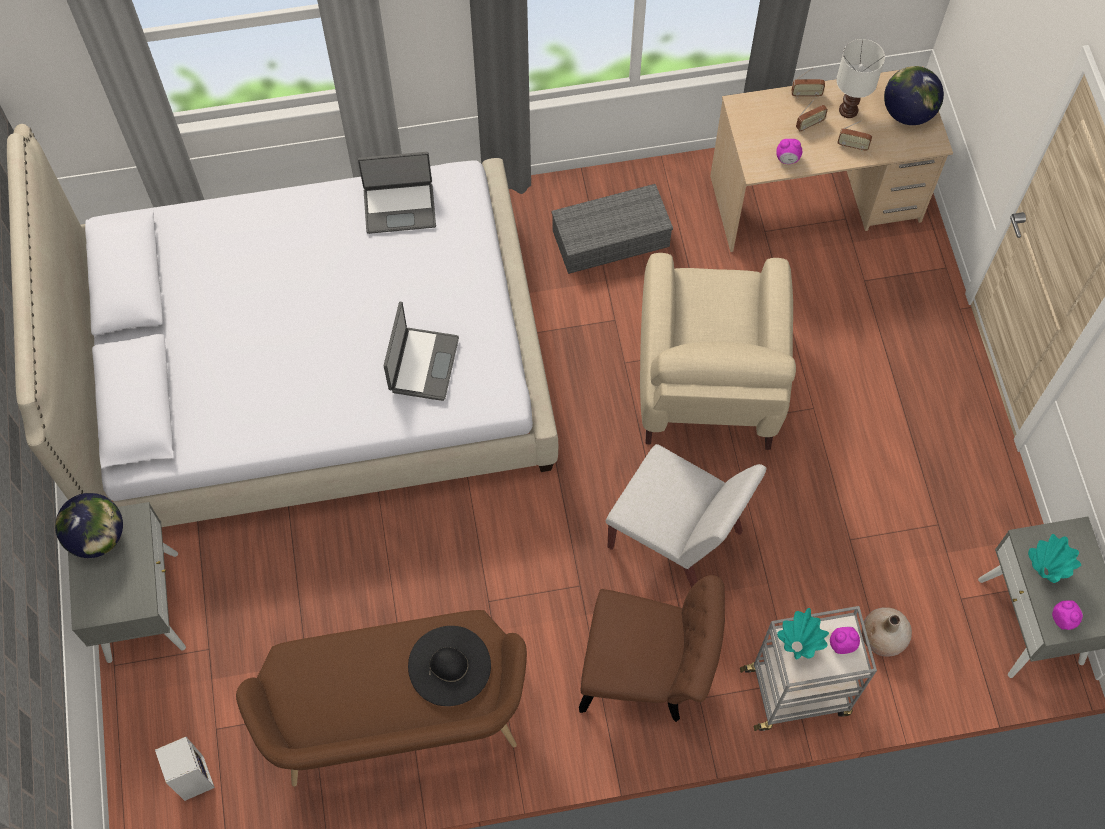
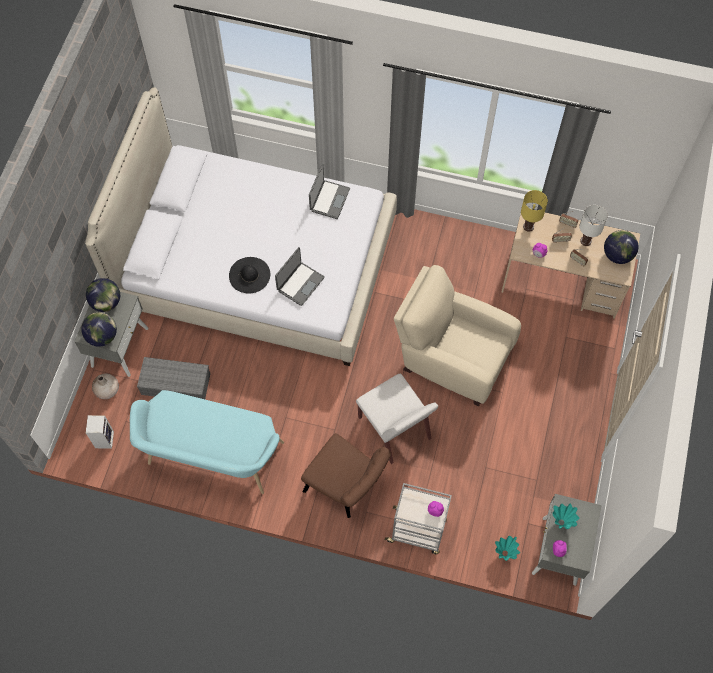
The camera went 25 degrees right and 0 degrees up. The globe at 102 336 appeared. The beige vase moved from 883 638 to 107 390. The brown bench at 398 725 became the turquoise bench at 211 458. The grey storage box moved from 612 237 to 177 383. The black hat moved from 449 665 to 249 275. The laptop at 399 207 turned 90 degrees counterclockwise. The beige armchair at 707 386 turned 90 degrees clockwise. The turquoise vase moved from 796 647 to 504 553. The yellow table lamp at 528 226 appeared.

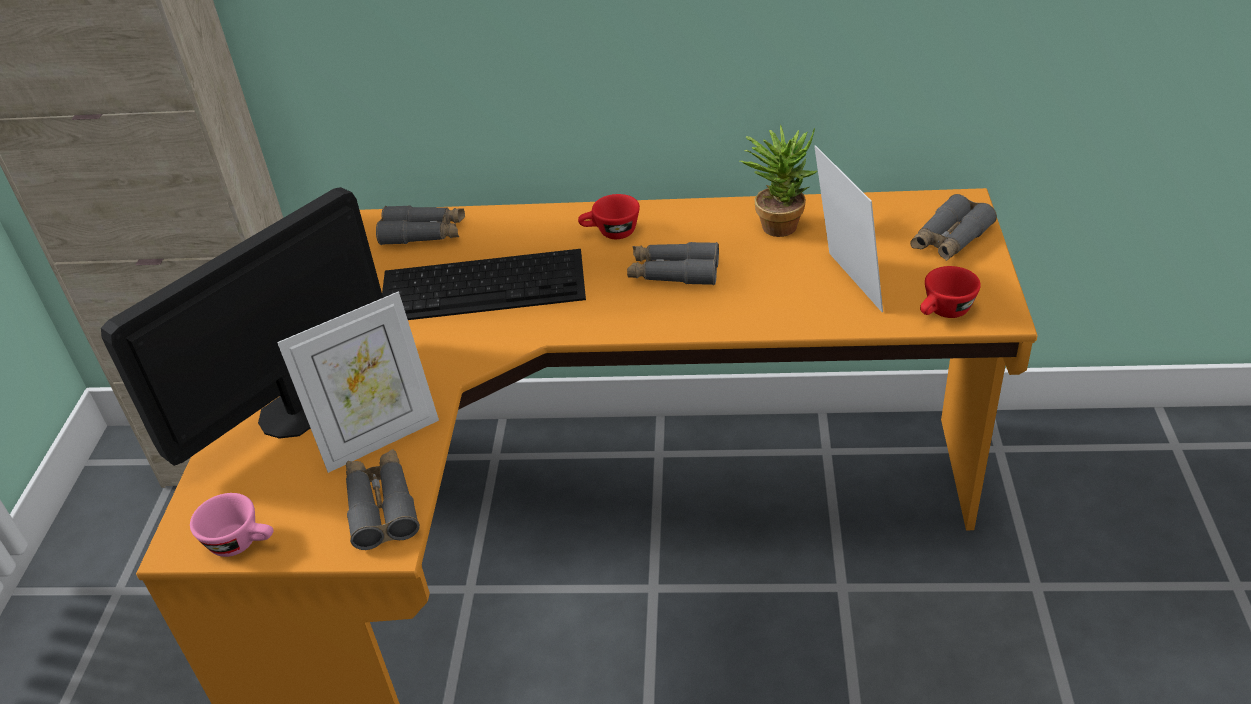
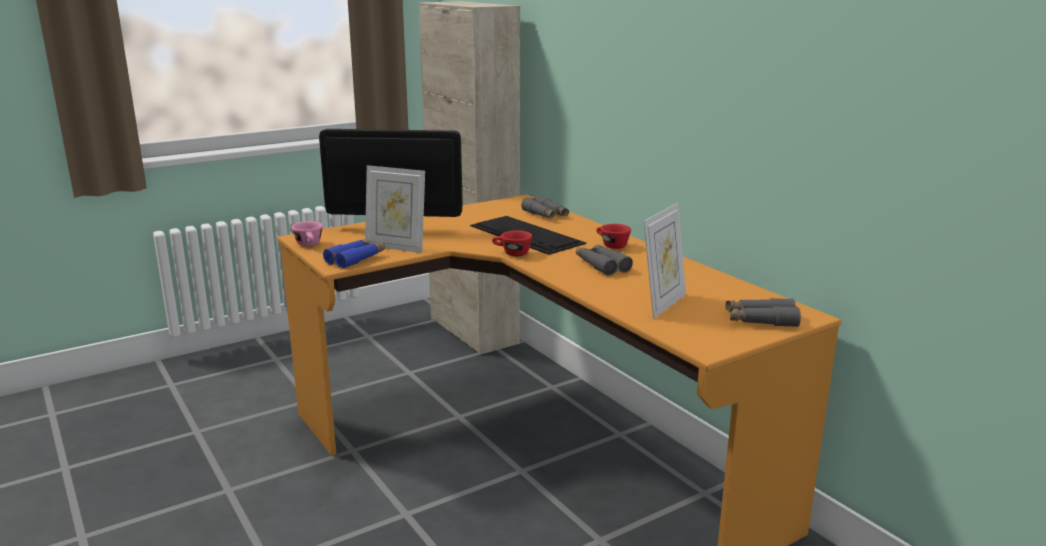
The camera went 50 degrees right and 20 degrees down. The grey binoculars at 381 506 became the blue binoculars at 356 259. The red cup moved from 944 312 to 511 253. The potted plant at 779 222 disappeared.

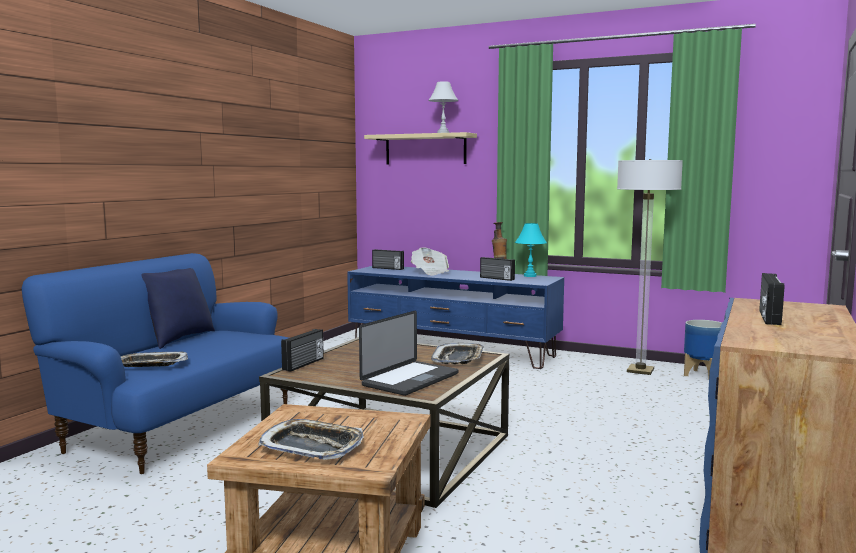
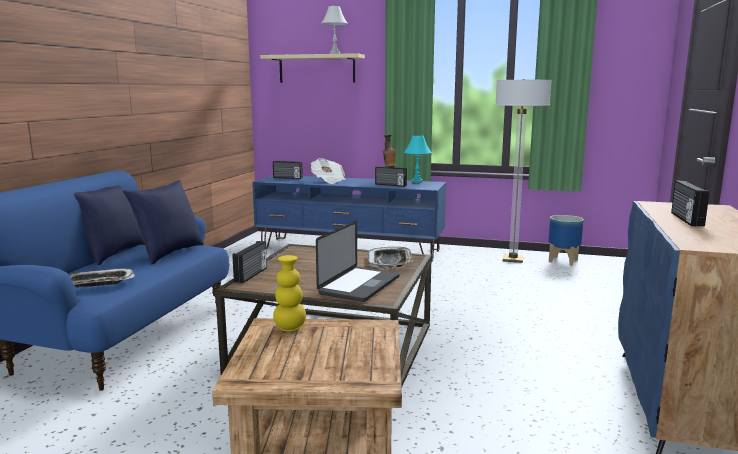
The camera went 10 degrees left and 5 degrees up. The blue pillow at 168 253 appeared. The yellow vase at 290 328 appeared. The tray at 312 446 disappeared.

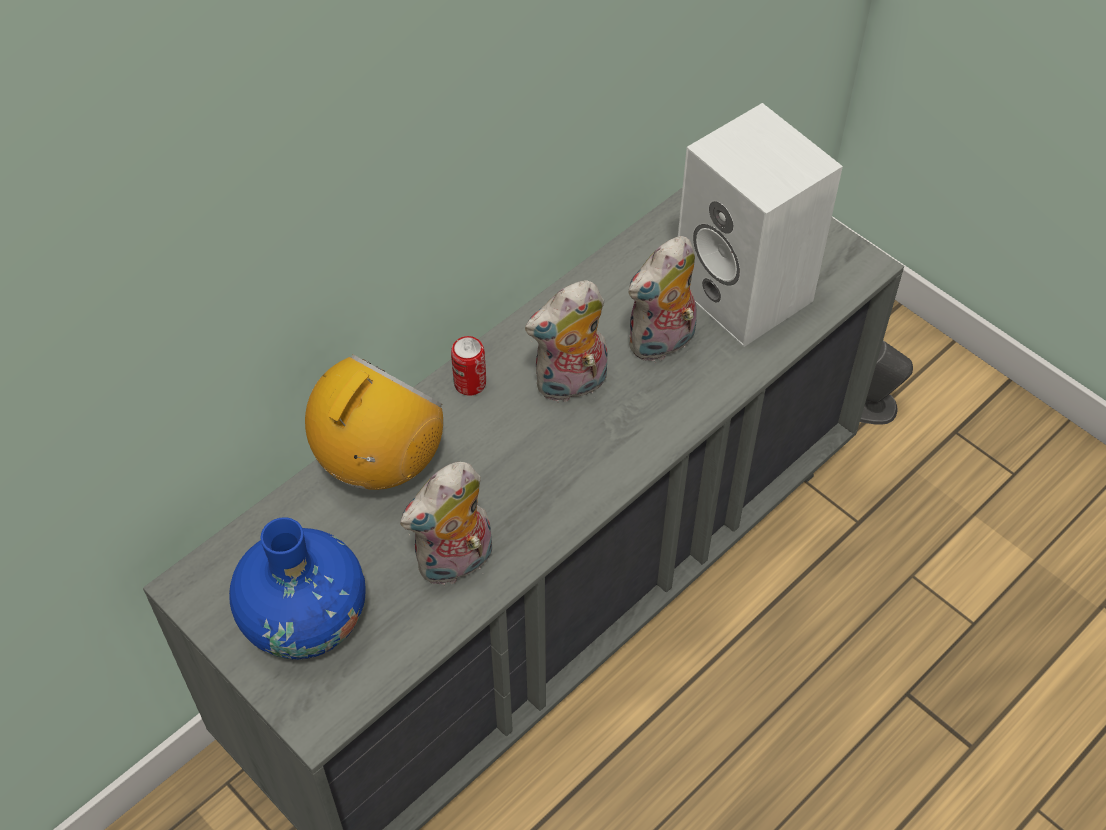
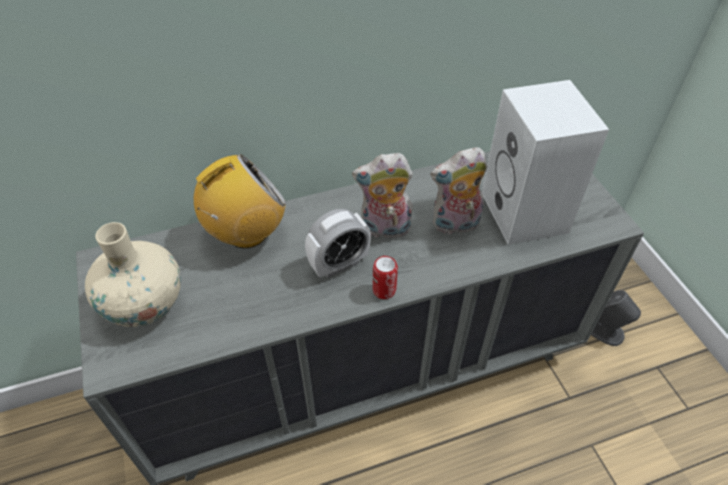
The camera went 25 degrees right and 5 degrees down. The blue vase at 306 619 became the beige vase at 145 304. The alarm clock at 339 264 appeared. The can moved from 470 383 to 384 290. The plush toy at 455 563 disappeared.

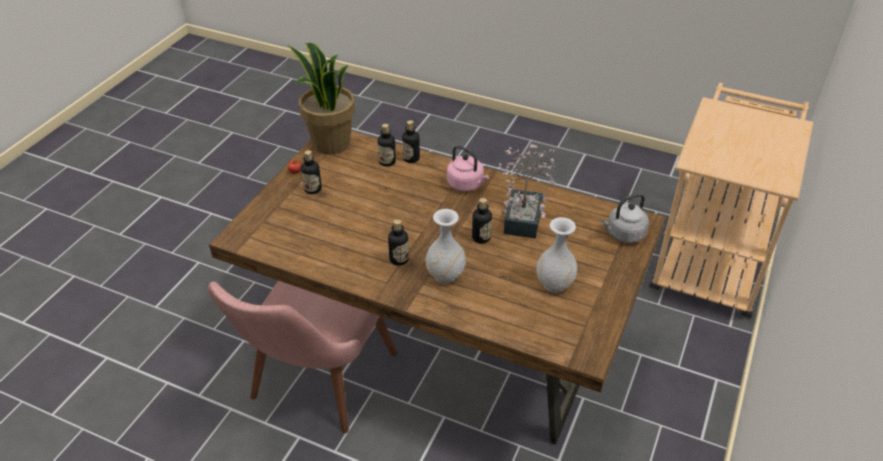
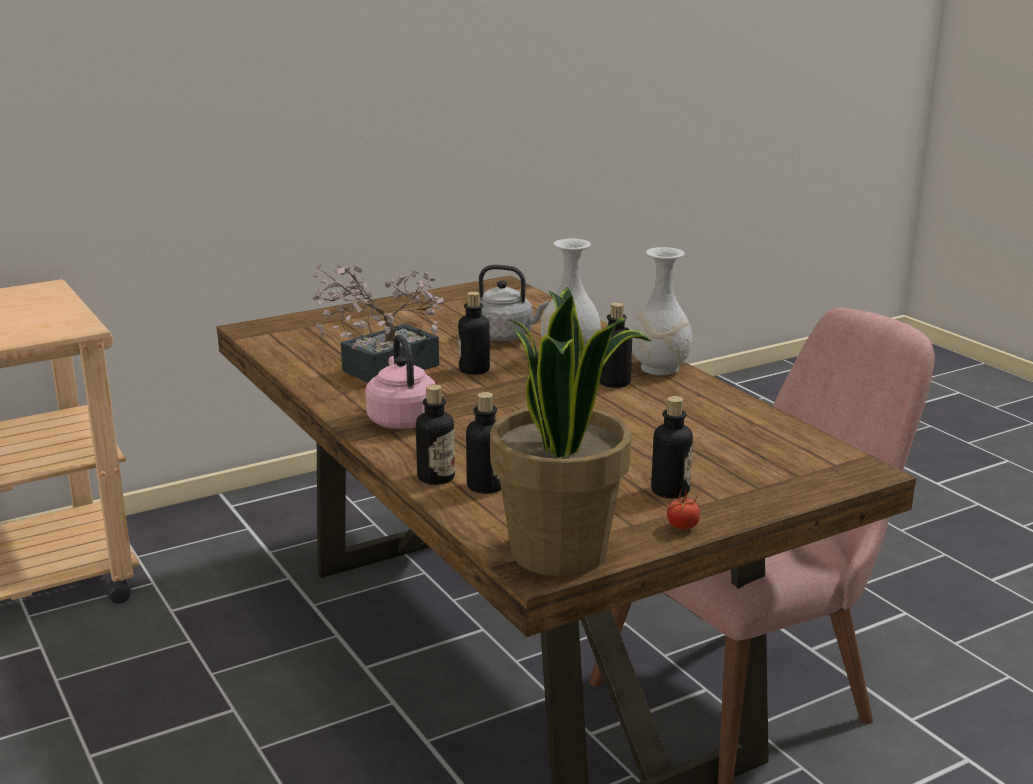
The camera went 145 degrees left and 20 degrees down. The grey kettle moved from 623 234 to 506 336. The white vase moved from 555 283 to 659 368.

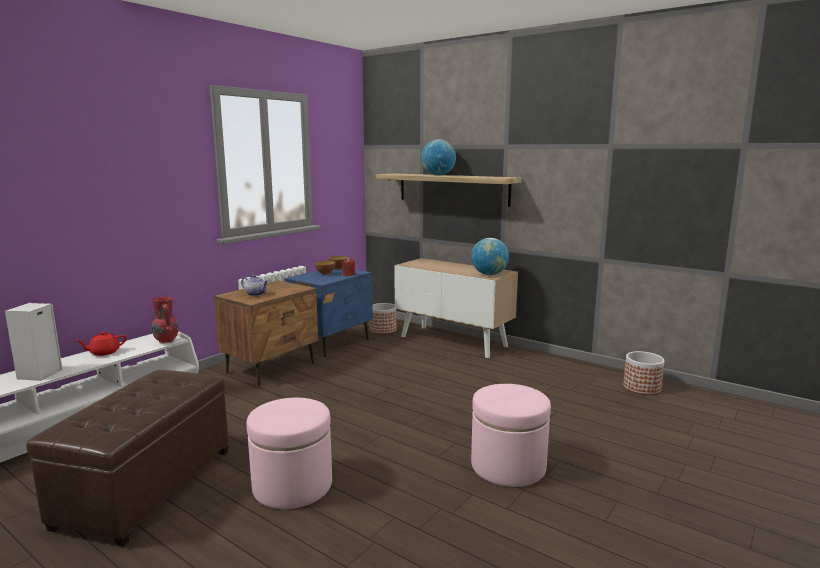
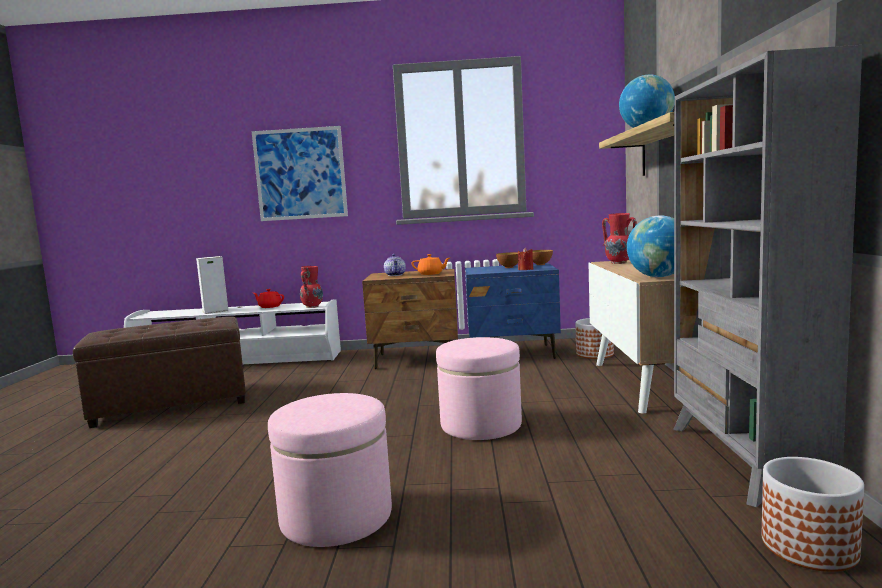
The camera went 55 degrees right and 5 degrees down. The picture at 300 174 appeared. The orange teapot at 431 274 appeared. The pink ottoman moved from 292 486 to 481 425. The red vase at 619 263 appeared. The grey bookcase at 743 460 appeared.

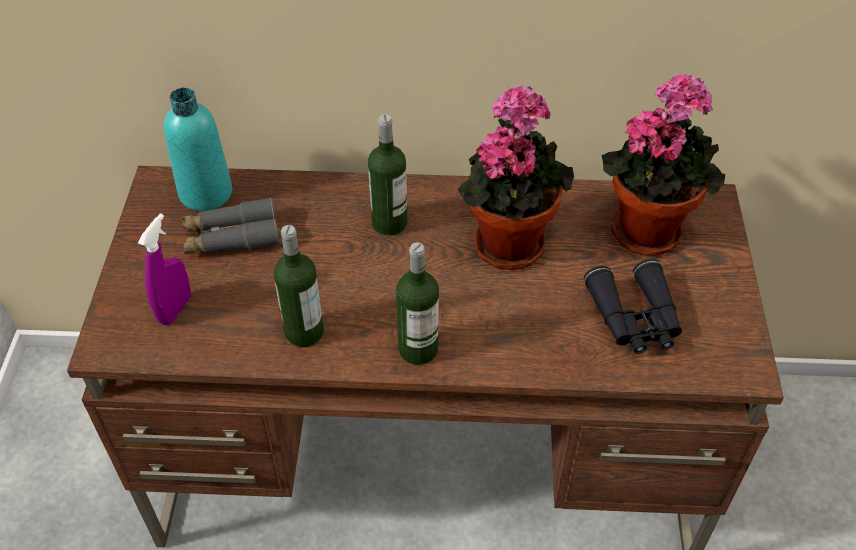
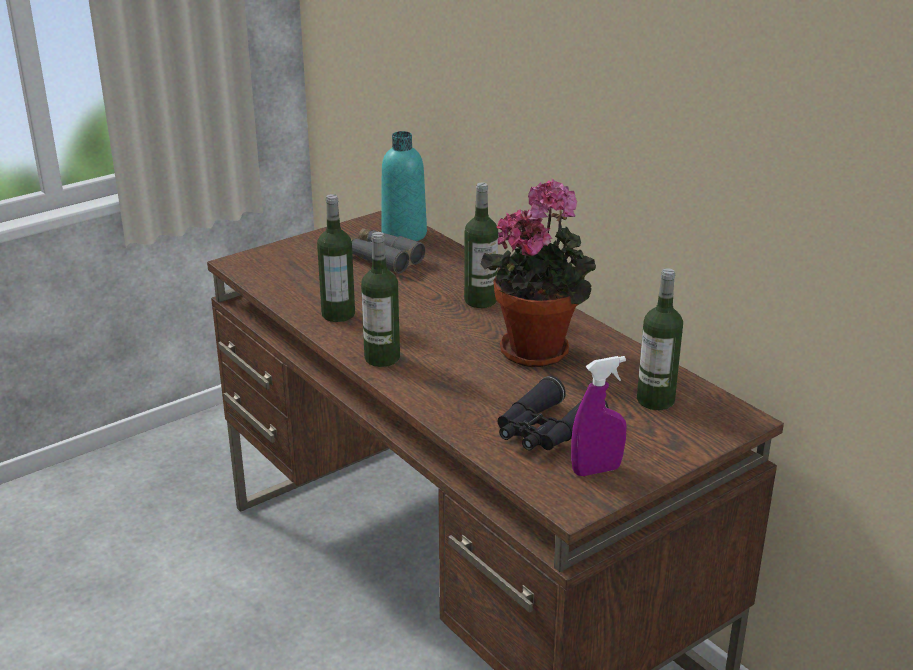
The camera went 50 degrees right and 20 degrees down. The purple spray bottle moved from 175 309 to 596 470. The potted plant at 648 227 was replaced by the bottle at 655 400.

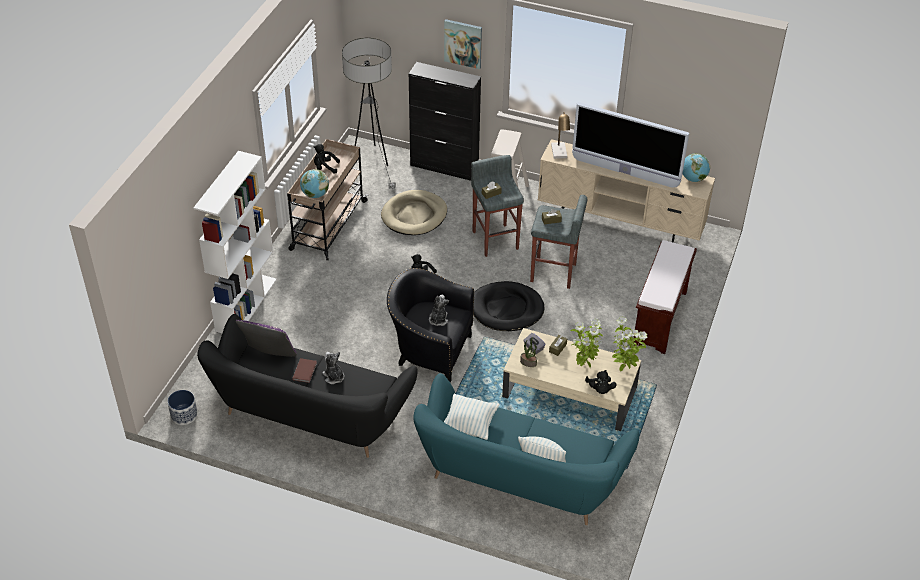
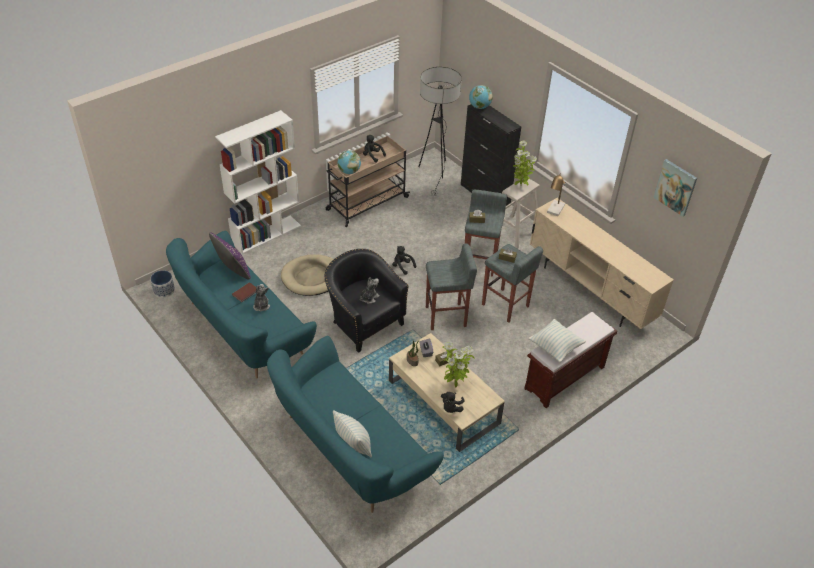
The camera went 30 degrees right and 0 degrees up. The black sofa at 309 415 became the turquoise sofa at 242 329. The beige dog bed moved from 414 215 to 312 277. The black dog bed at 506 309 was replaced by the grey stool at 446 317. The globe moved from 693 179 to 479 107. The potted plant moved from 624 368 to 520 185. The pillow moved from 470 425 to 555 347. The picture moved from 463 43 to 675 187. The television at 625 173 disappeared.

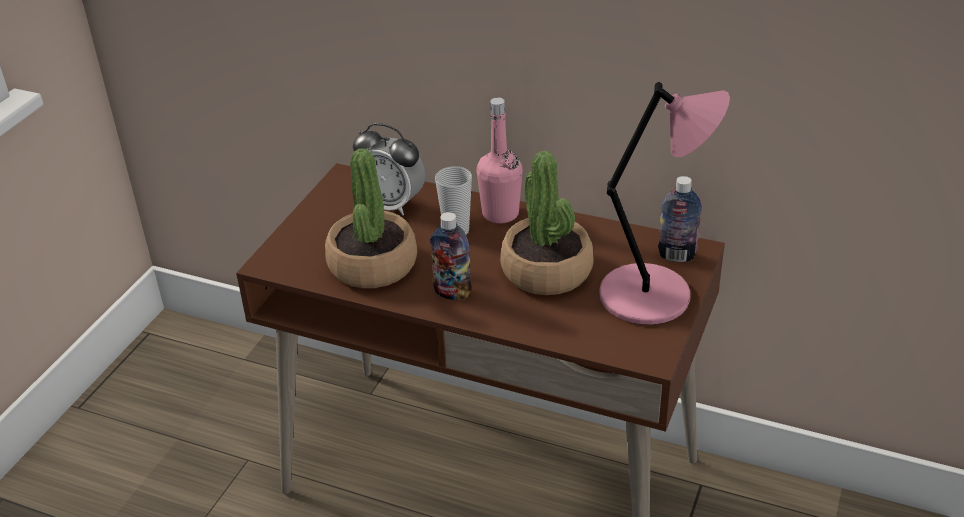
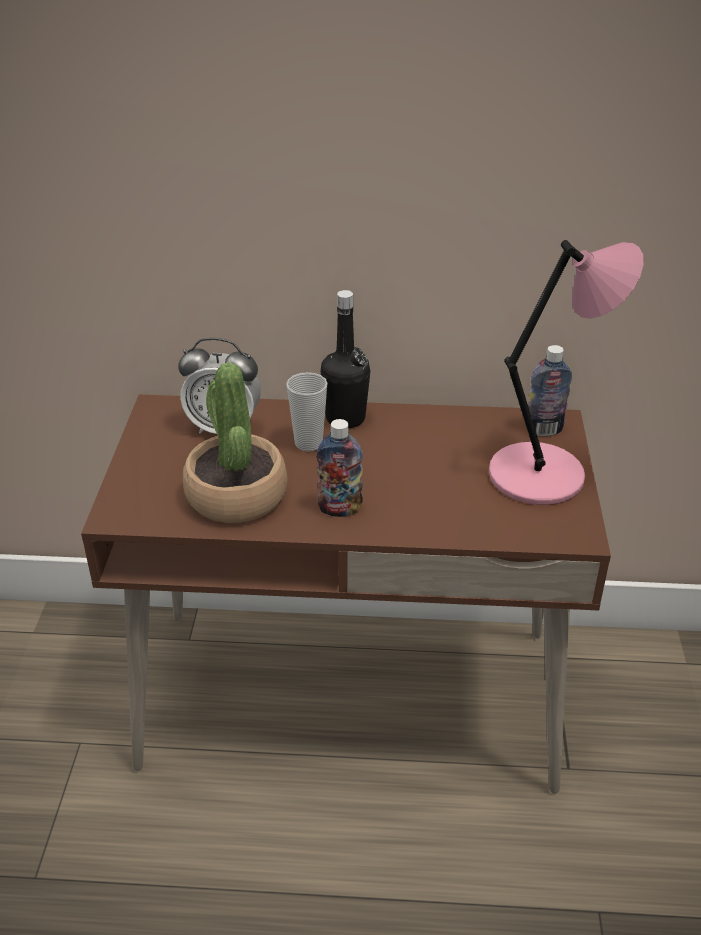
The camera went 20 degrees left and 0 degrees up. The pink bottle at 500 214 became the black bottle at 345 418. The potted plant at 547 271 disappeared.

